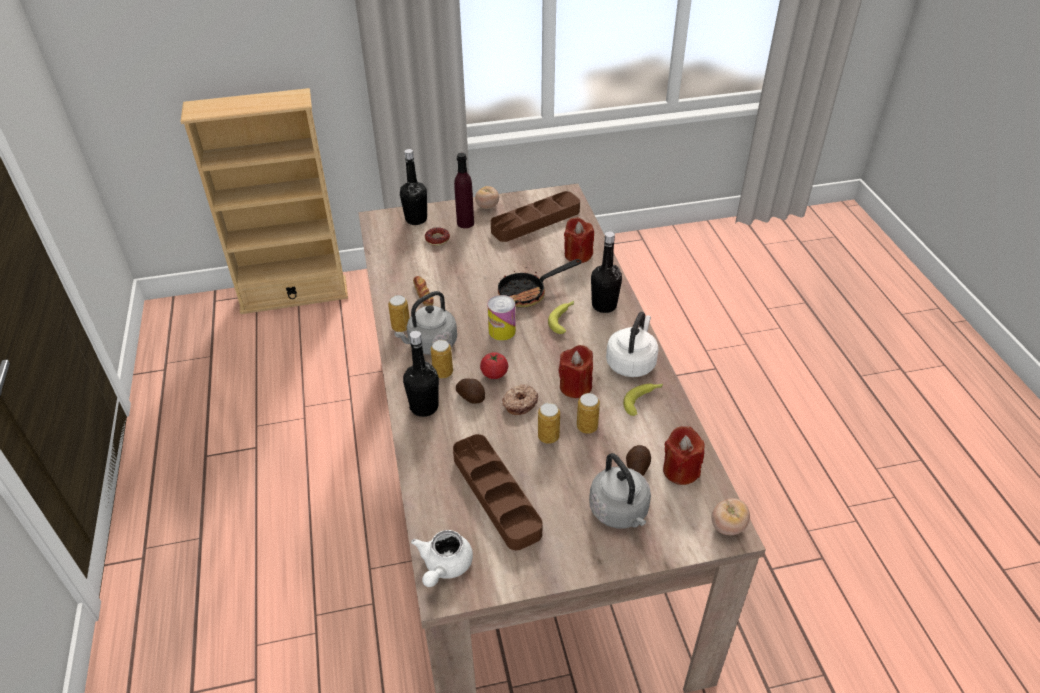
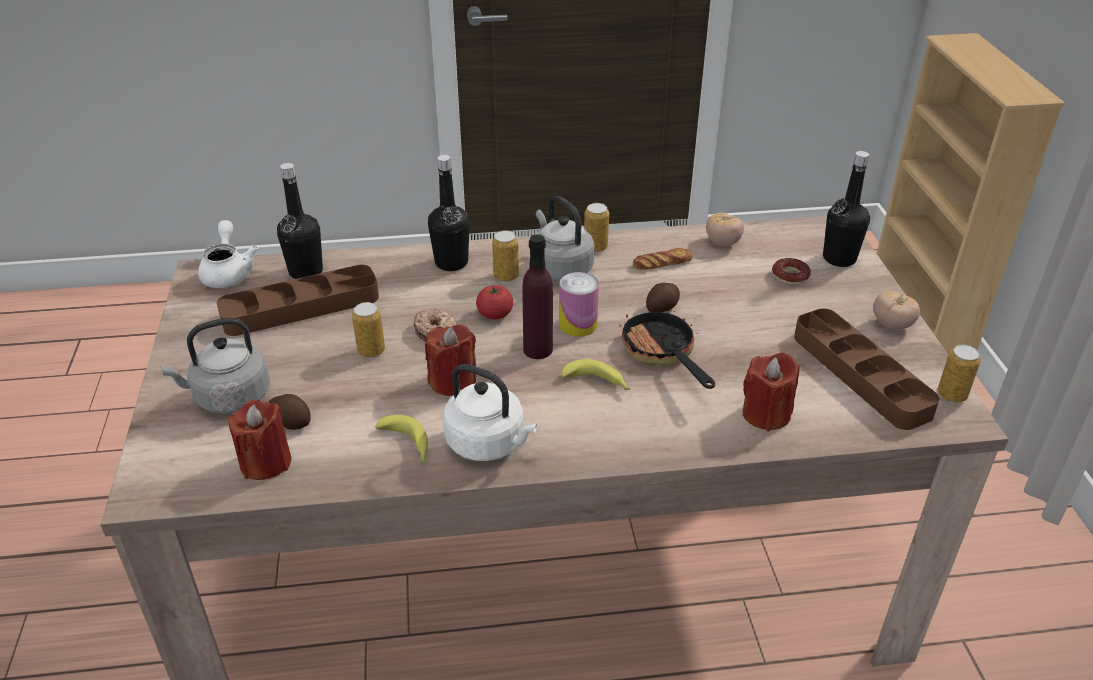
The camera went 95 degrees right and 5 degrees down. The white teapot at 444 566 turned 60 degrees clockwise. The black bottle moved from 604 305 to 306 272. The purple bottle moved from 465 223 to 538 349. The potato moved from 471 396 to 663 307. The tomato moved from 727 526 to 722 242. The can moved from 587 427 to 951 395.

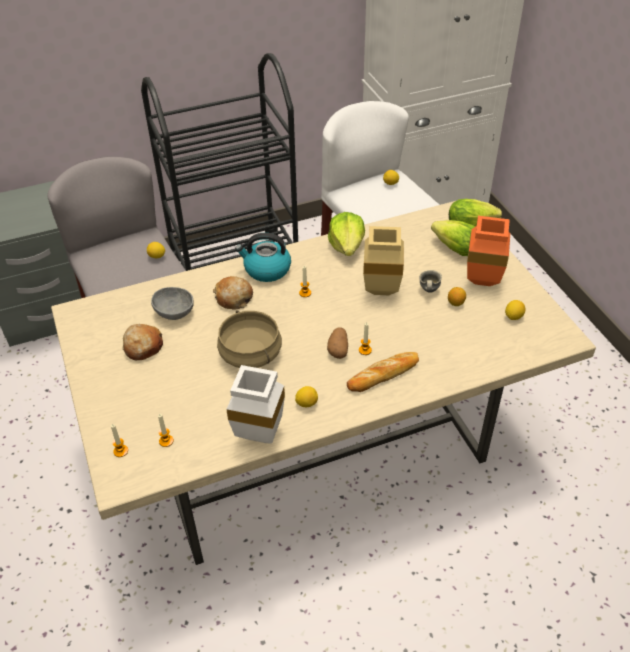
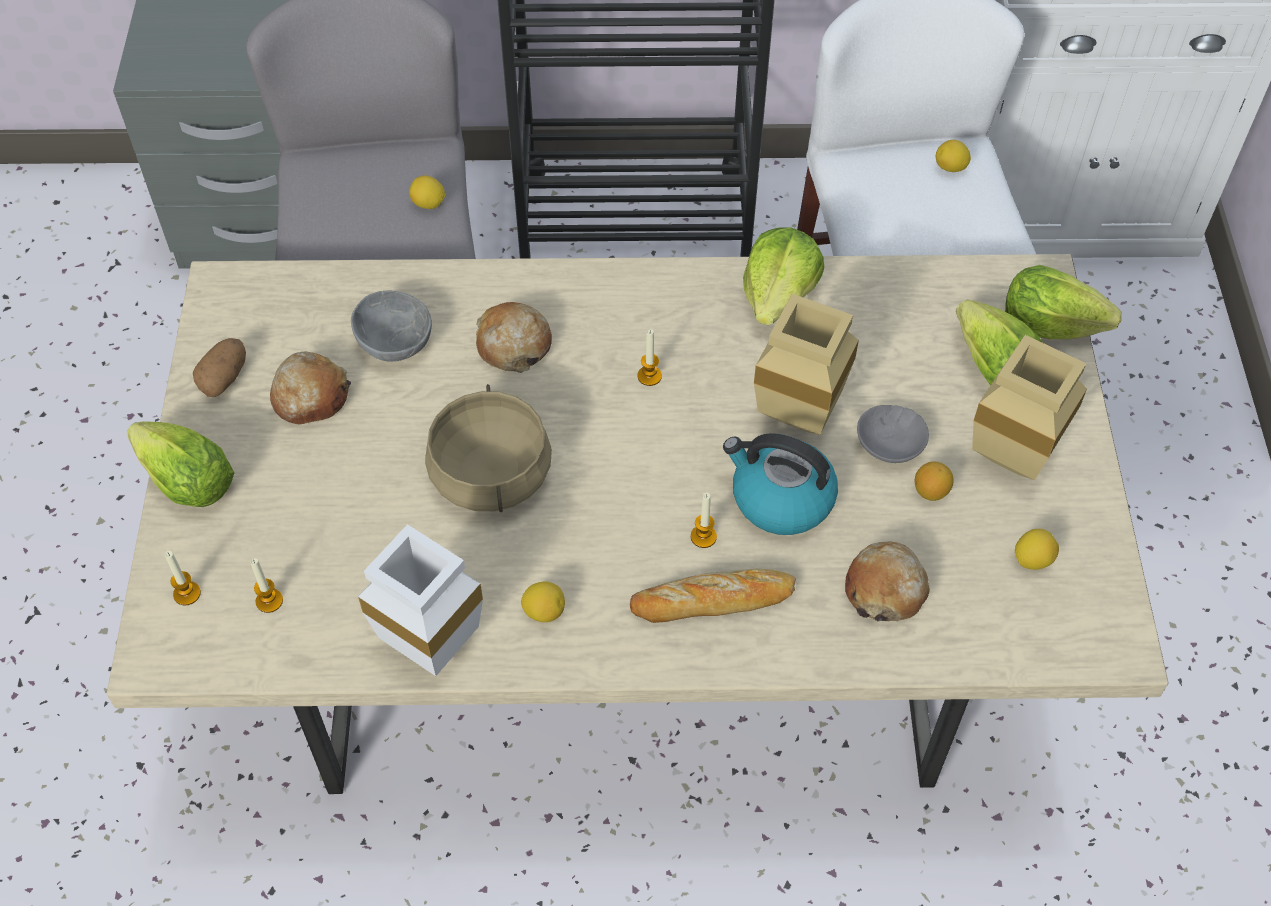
The camera went 20 degrees right and 10 degrees up. The lettuce at 188 483 appeared. The potato moved from 338 349 to 224 378. The kettle moved from 266 269 to 780 499. The bread at 885 589 appeared. The grey mug at 427 291 was replaced by the grey bowl at 888 446. The orange vase at 485 280 became the beige vase at 1016 458.

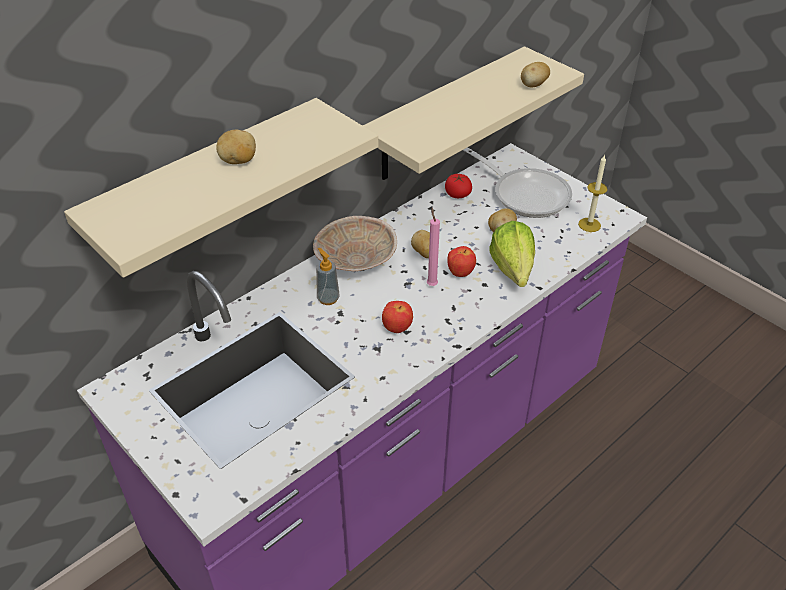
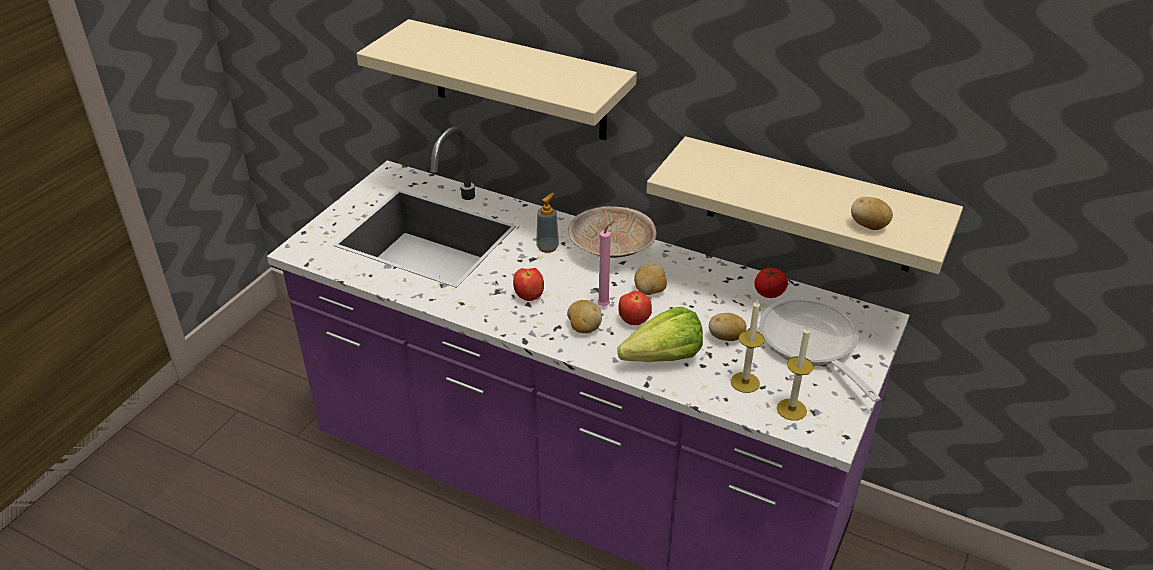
The camera went 70 degrees right and 5 degrees down. The potato moved from 238 161 to 583 328. The candle at 745 382 appeared. The frying pan at 526 194 turned 135 degrees clockwise.

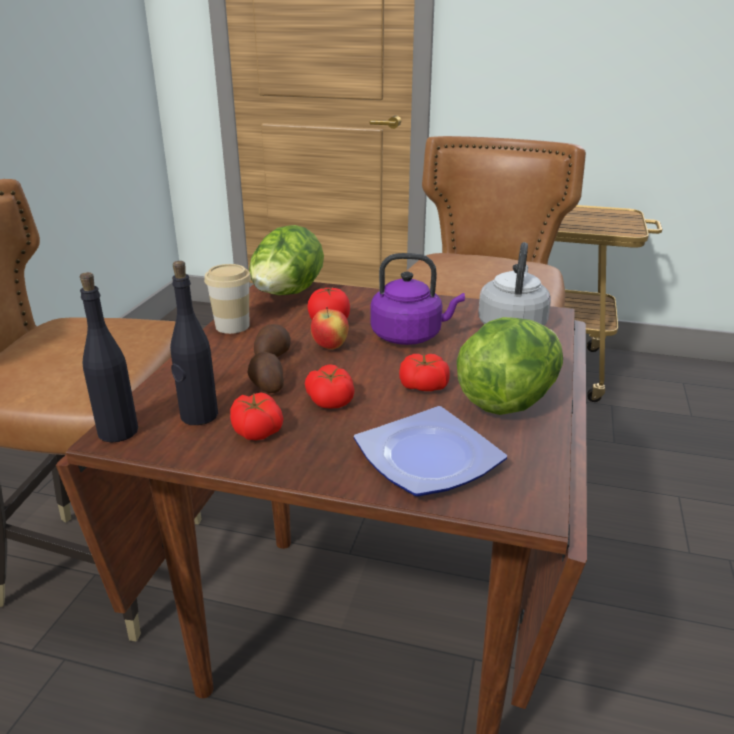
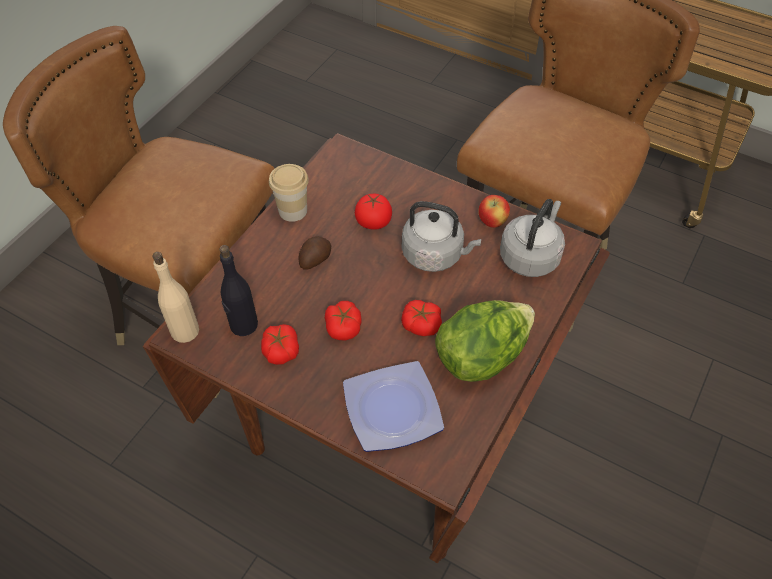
The camera went 15 degrees right and 25 degrees up. The black bottle at 118 431 became the beige bottle at 185 331. The purple kettle at 410 336 became the grey kettle at 435 255. The apple moved from 330 347 to 492 222. The potato at 266 385 disappeared. The lettuce at 286 296 disappeared.

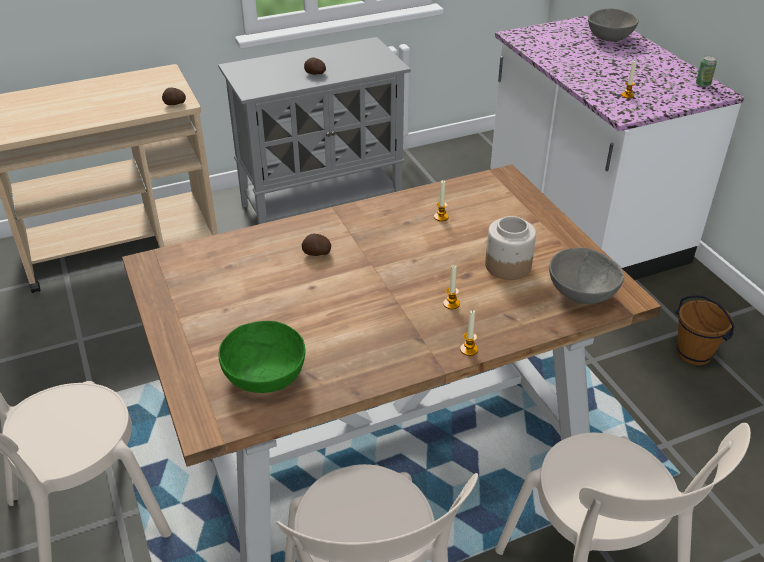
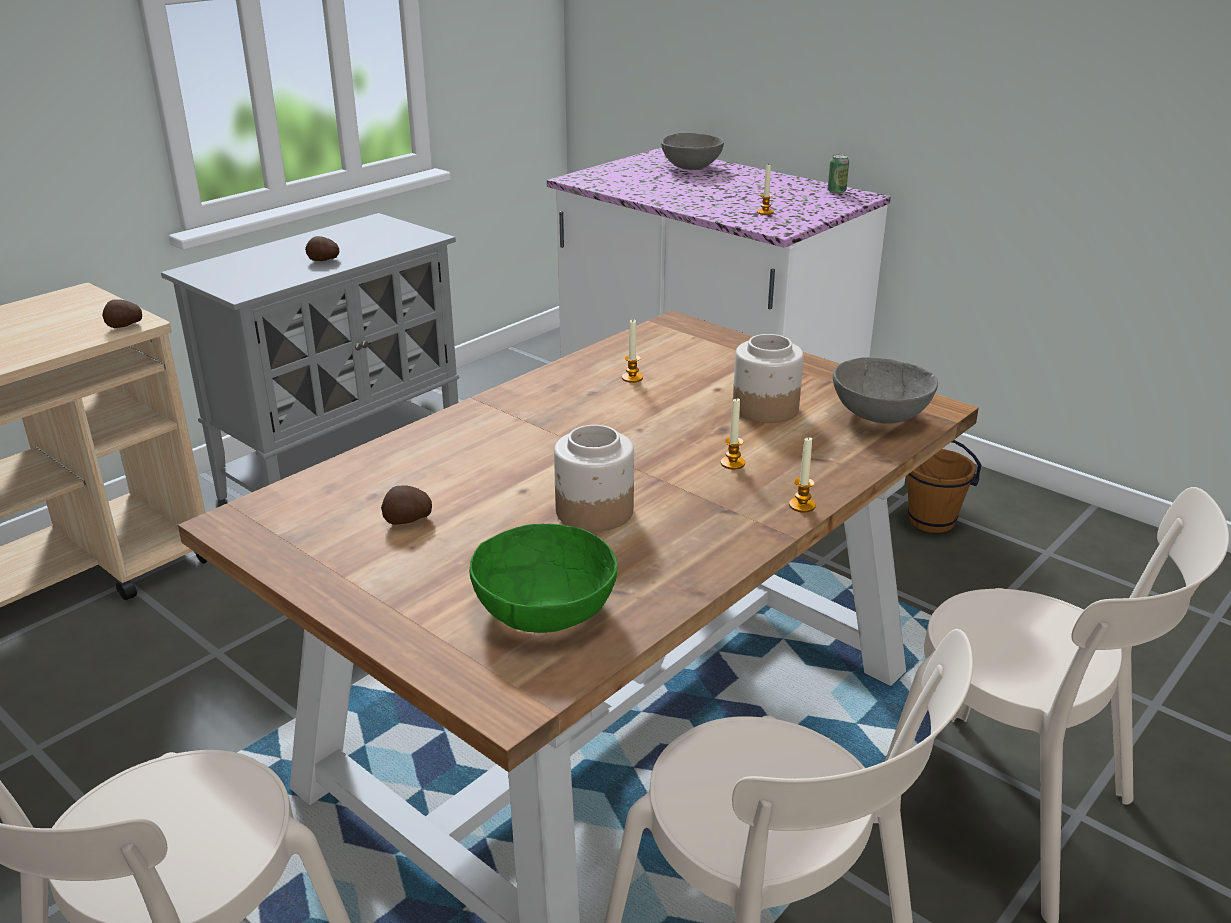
The camera went 25 degrees left and 10 degrees down. The potato moved from 316 254 to 407 521. The jar at 594 512 appeared.

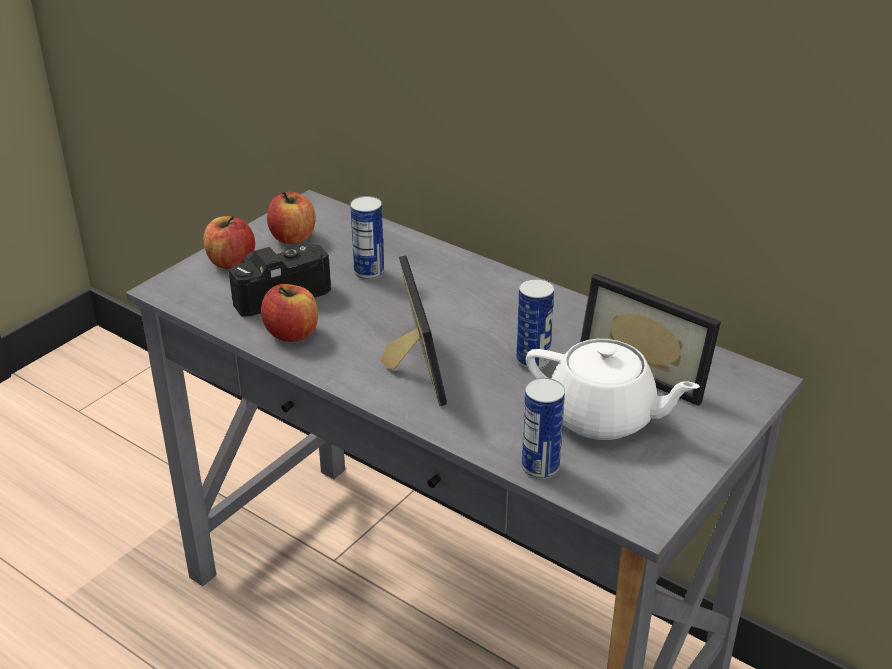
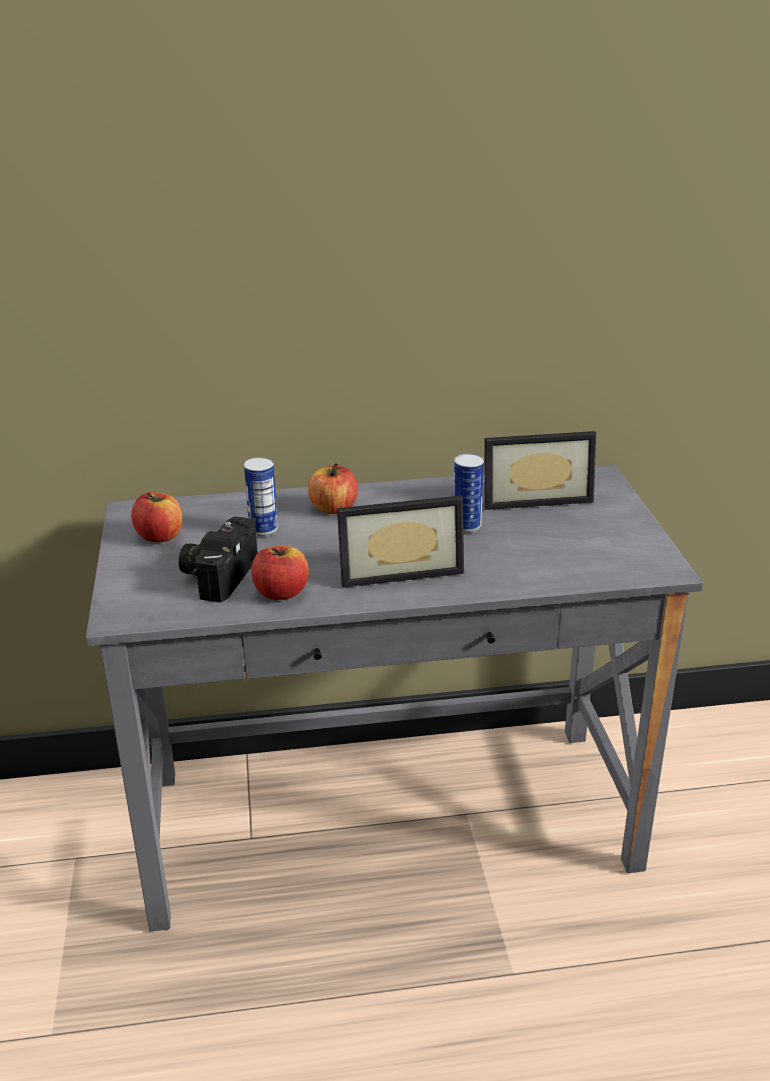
The camera went 45 degrees left and 5 degrees down. The apple moved from 231 262 to 333 508. The picture frame at 408 367 turned 135 degrees clockwise. The can at 540 467 disappeared. The white teapot at 603 417 disappeared.

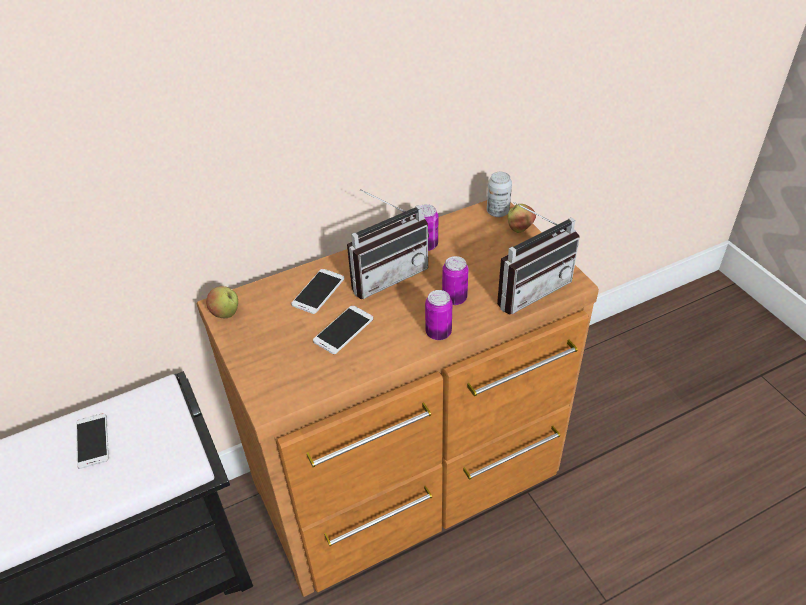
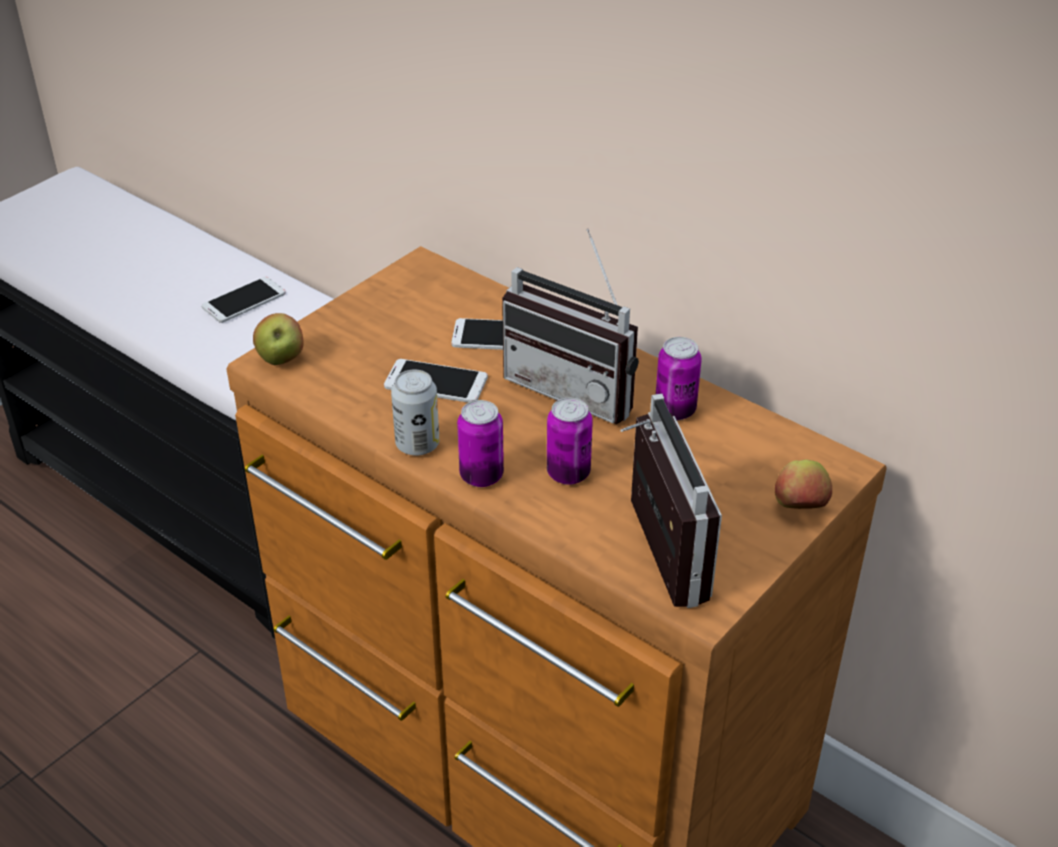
The camera went 65 degrees right and 5 degrees down. The apple moved from 226 313 to 281 359. The can moved from 497 212 to 417 445. The radio at 528 288 turned 135 degrees counterclockwise.

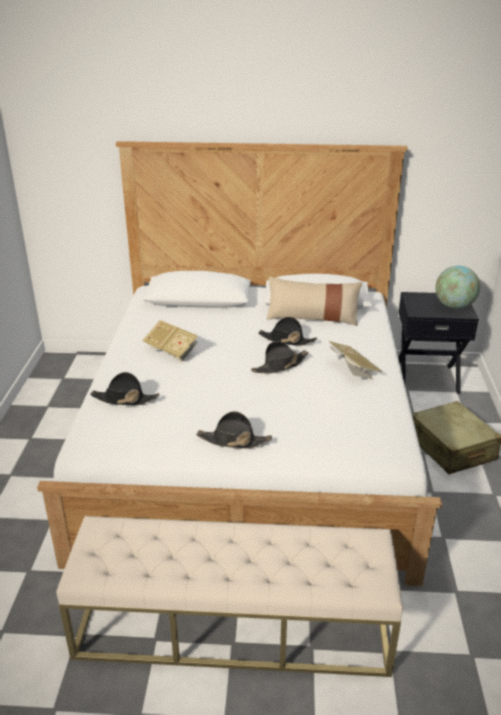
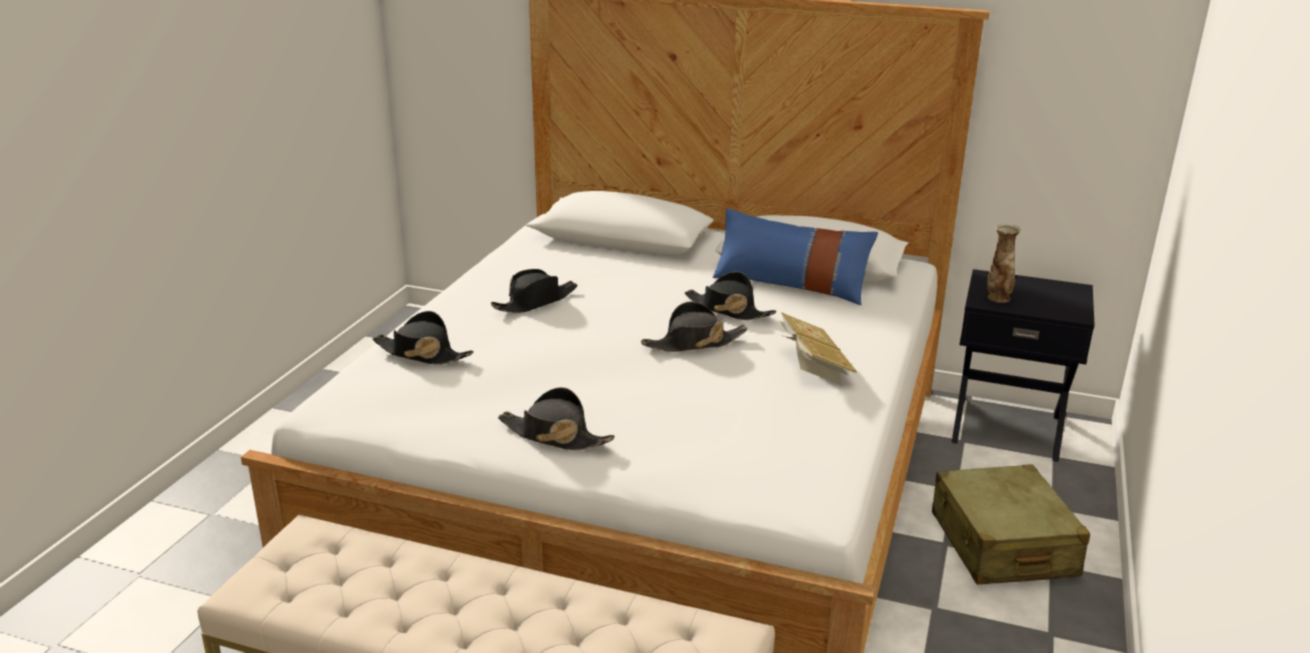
The camera went 15 degrees right and 5 degrees down. The book at 172 351 was replaced by the black hat at 535 302. The beige pillow at 312 318 became the blue pillow at 790 285. The vase at 997 298 appeared. The globe at 454 306 disappeared.

